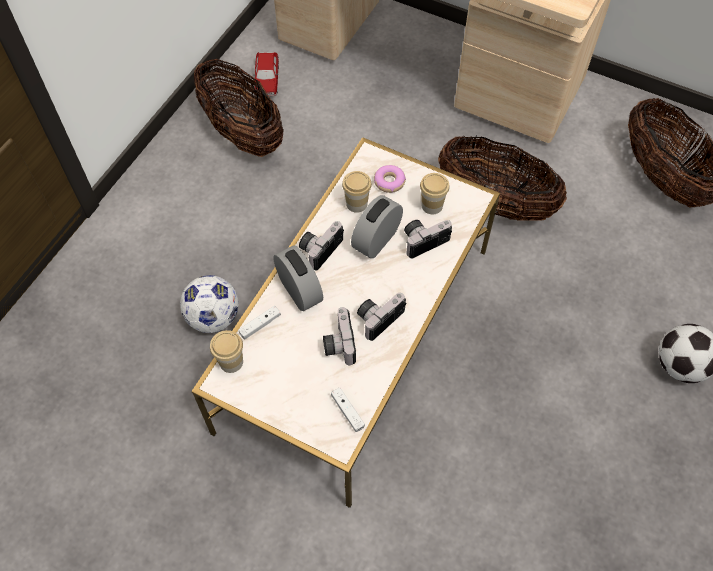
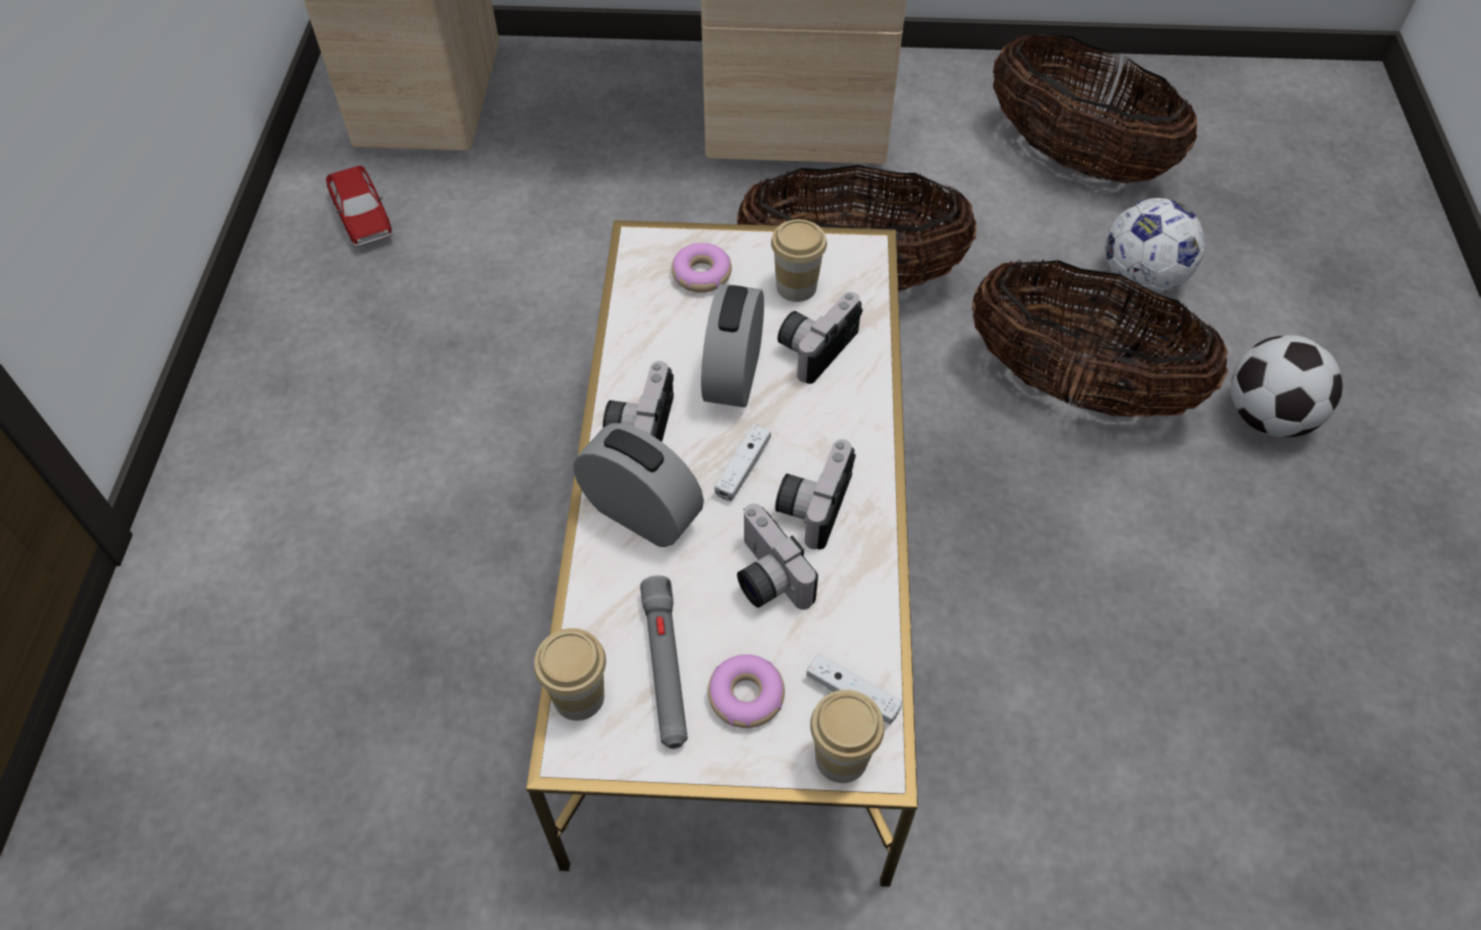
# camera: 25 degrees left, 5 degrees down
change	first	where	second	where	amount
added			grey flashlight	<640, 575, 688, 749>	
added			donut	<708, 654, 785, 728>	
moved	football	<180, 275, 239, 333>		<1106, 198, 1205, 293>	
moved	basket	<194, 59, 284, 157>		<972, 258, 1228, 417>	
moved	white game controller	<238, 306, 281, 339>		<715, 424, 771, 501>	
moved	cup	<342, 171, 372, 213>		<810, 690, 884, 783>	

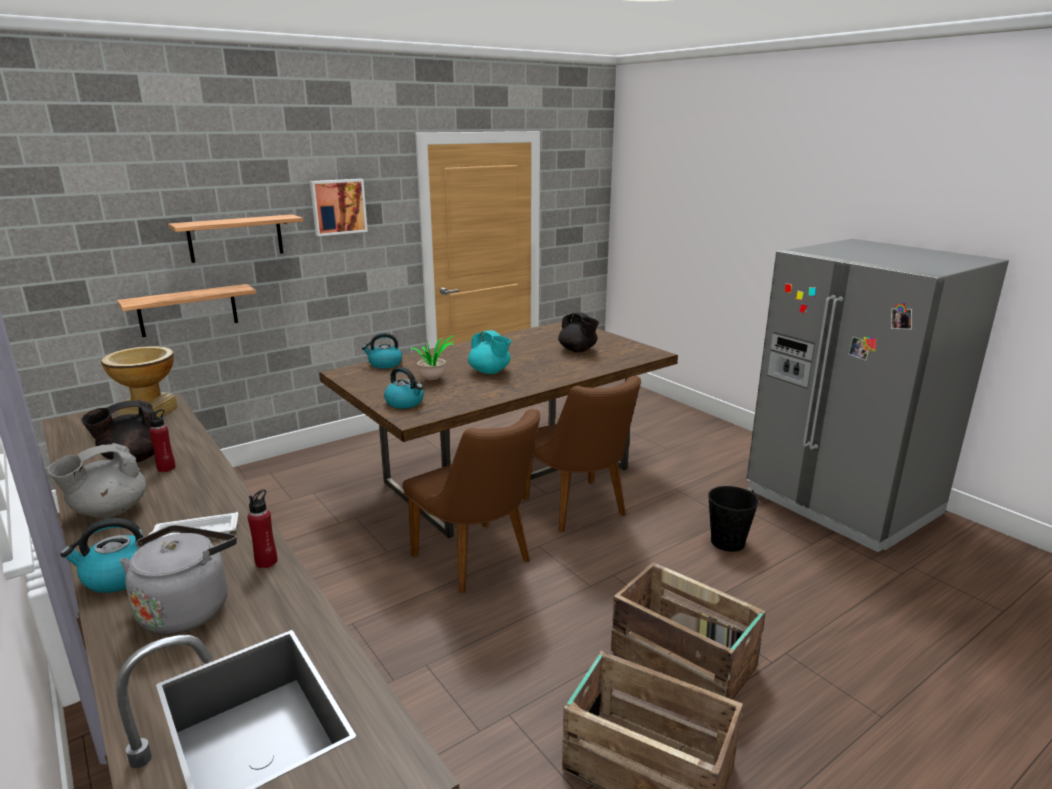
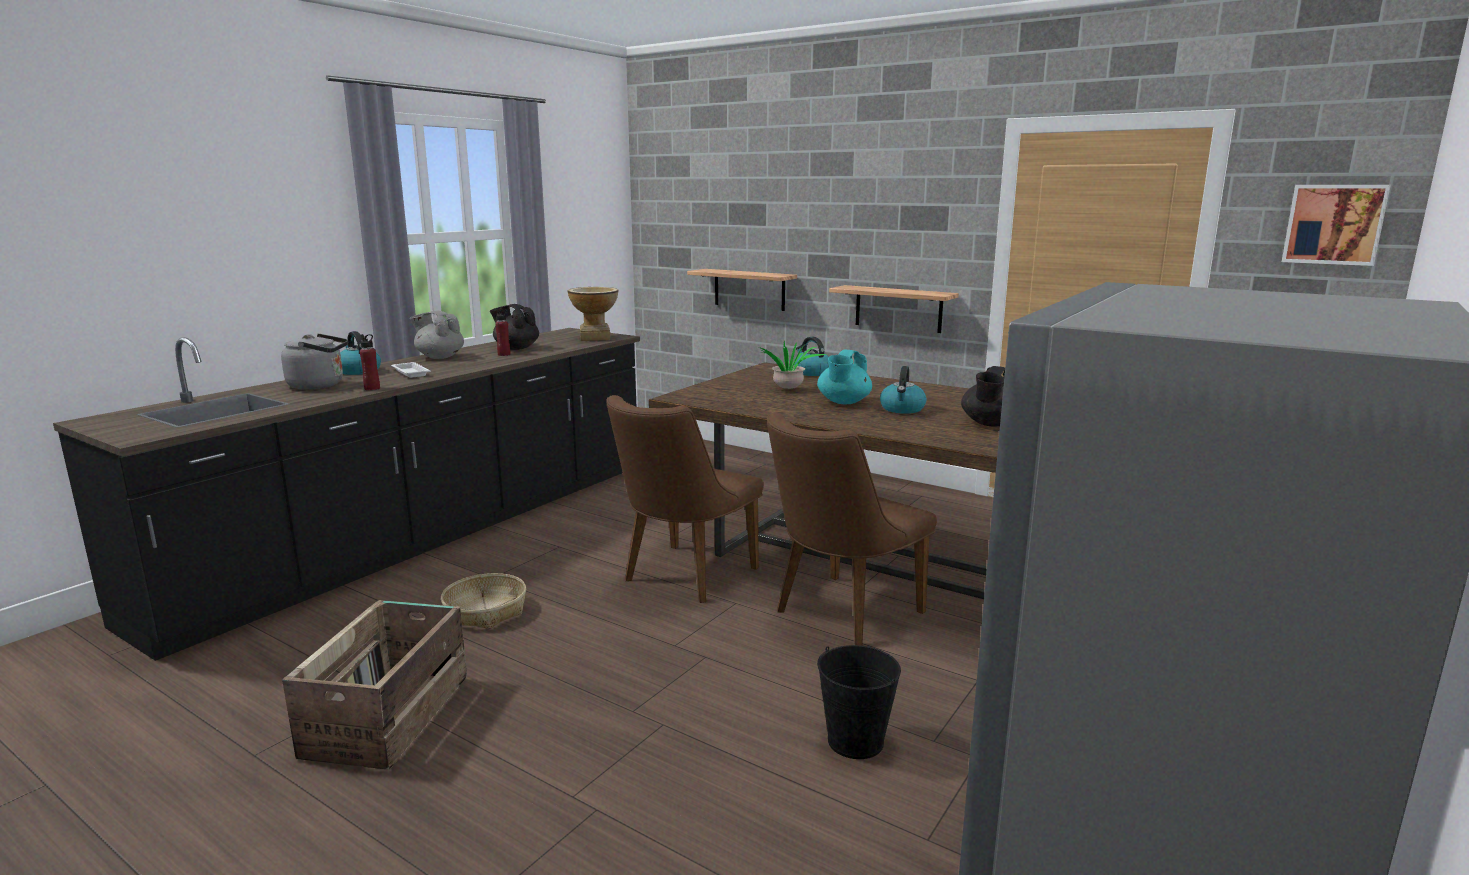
# camera: 70 degrees right, 5 degrees down
change	first	where	second	where	amount
removed	crate	<611, 562, 766, 700>			
added			basket	<441, 573, 526, 629>	
moved	shelf	<168, 214, 303, 263>		<829, 285, 959, 333>	
moved	picture	<310, 179, 368, 236>		<1282, 185, 1391, 266>	
moved	kettle	<384, 367, 424, 409>		<880, 366, 926, 414>	

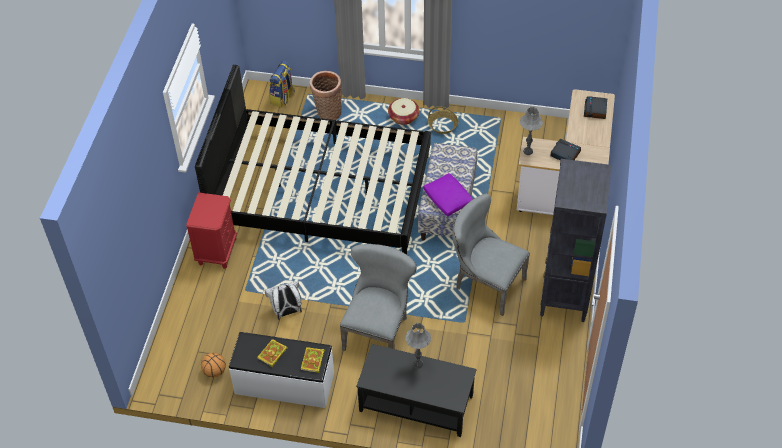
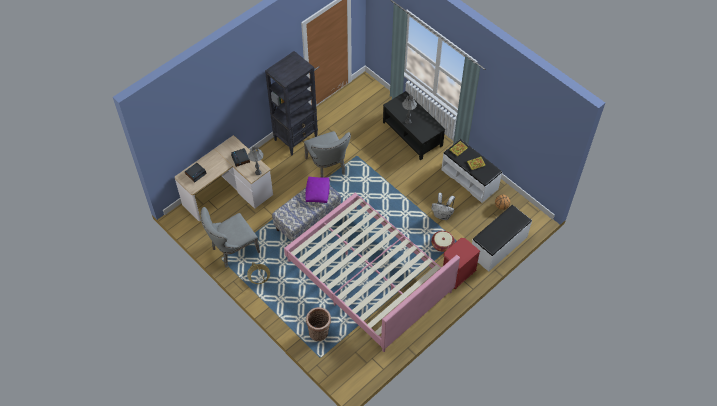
# camera: 145 degrees left, 5 degrees up
change	first	where	second	where	amount
removed	backpack	<269, 61, 295, 108>			
added			white bench	<472, 205, 532, 272>	
moved	grey chair	<340, 244, 417, 351>		<201, 207, 260, 268>	
moved	basket	<388, 98, 419, 125>		<431, 231, 455, 252>	
recoloured	black bed	<195, 65, 431, 254>	pink bed	<284, 193, 460, 352>	

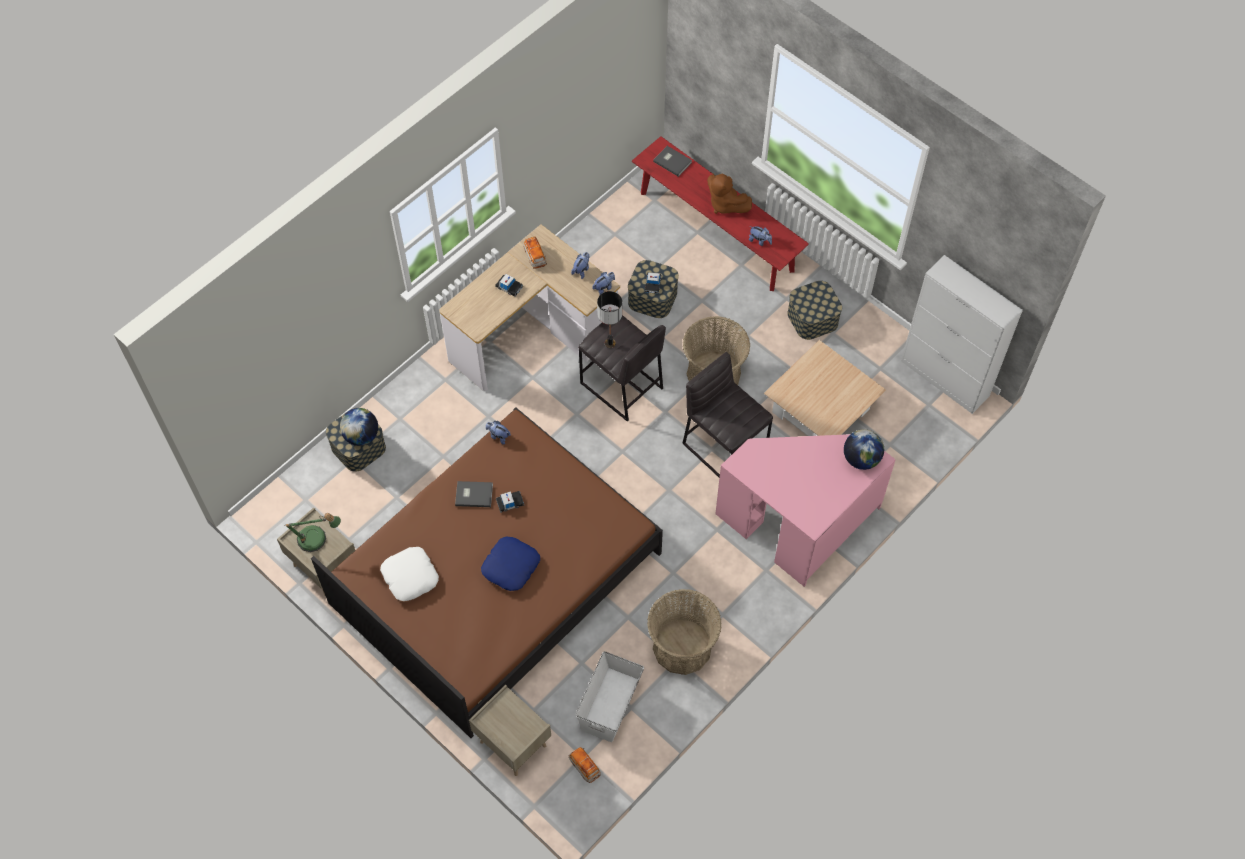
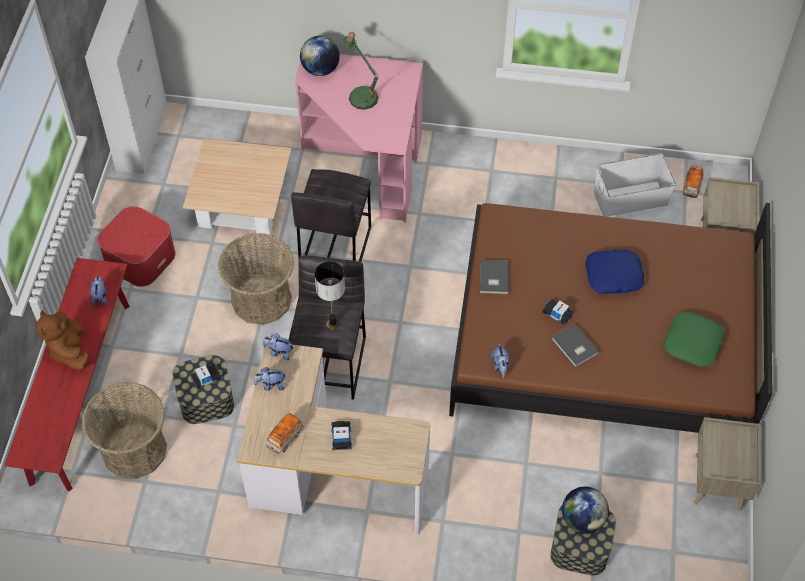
# camera: 125 degrees left, 5 degrees down
change	first	where	second	where	amount
moved	table lamp	<285, 513, 341, 552>		<343, 32, 379, 110>	
moved	basket	<647, 589, 722, 675>		<81, 382, 167, 479>	
moved	grey book	<653, 146, 692, 177>		<480, 260, 509, 294>	
replaced	storage box	<787, 281, 842, 340>	ottoman	<97, 206, 176, 287>	
recoloured	white pillow	<380, 547, 439, 601>	green pillow	<664, 312, 725, 366>	
turned	brown plush toy	<707, 173, 752, 214>		<36, 310, 90, 371>	150 degrees clockwise

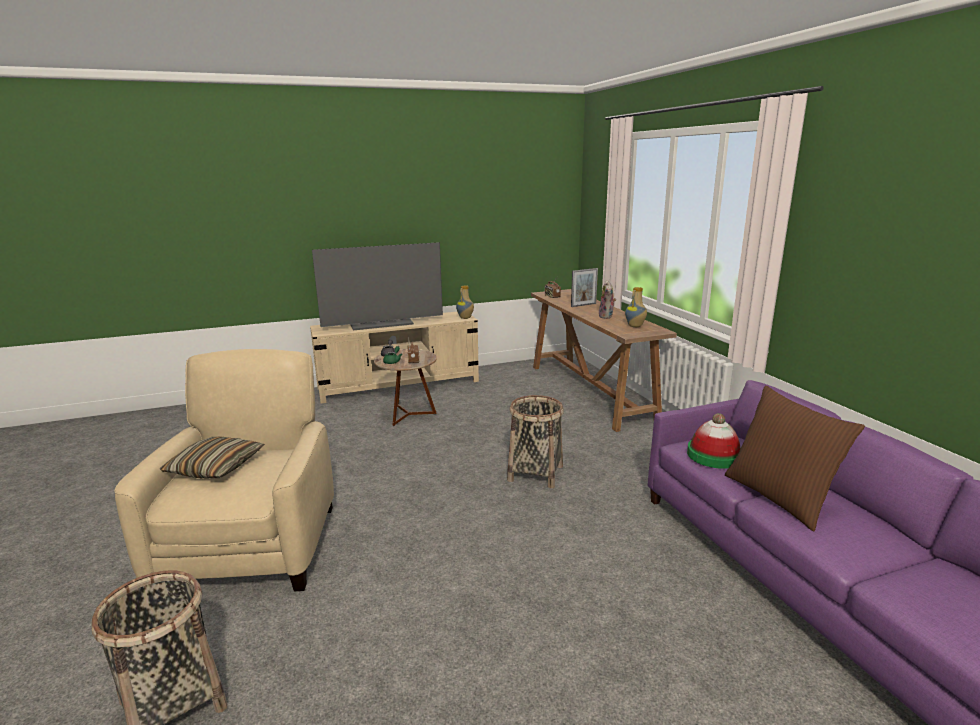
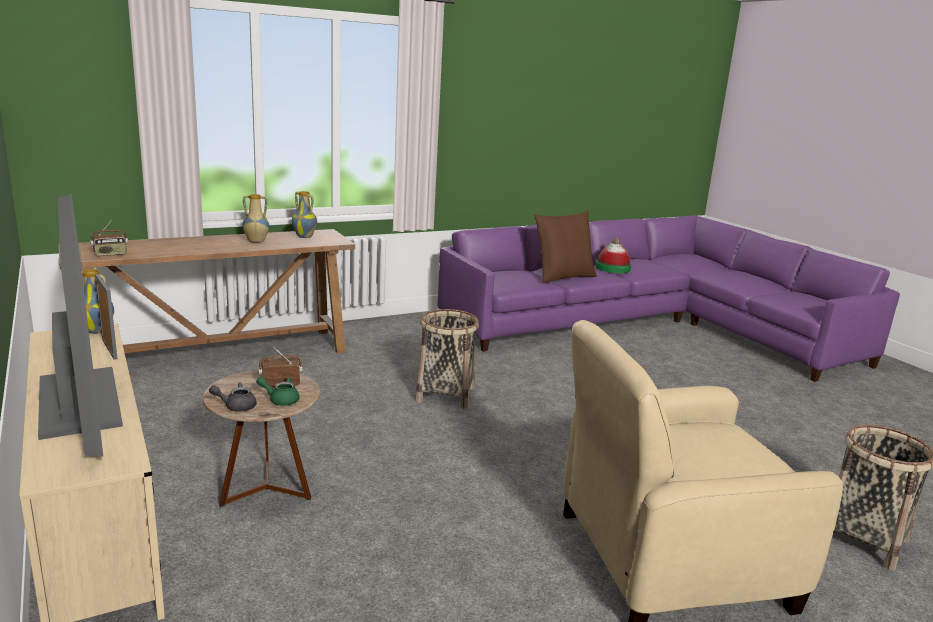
# camera: 100 degrees left, 0 degrees up
change	first	where	second	where	amount
removed	pillow	<159, 437, 264, 478>			
moved	picture frame	<571, 268, 598, 307>		<95, 274, 117, 360>	
moved	hat	<687, 413, 741, 469>		<595, 238, 631, 273>	
replaced	plush toy	<599, 280, 616, 319>	vase	<243, 194, 269, 243>	

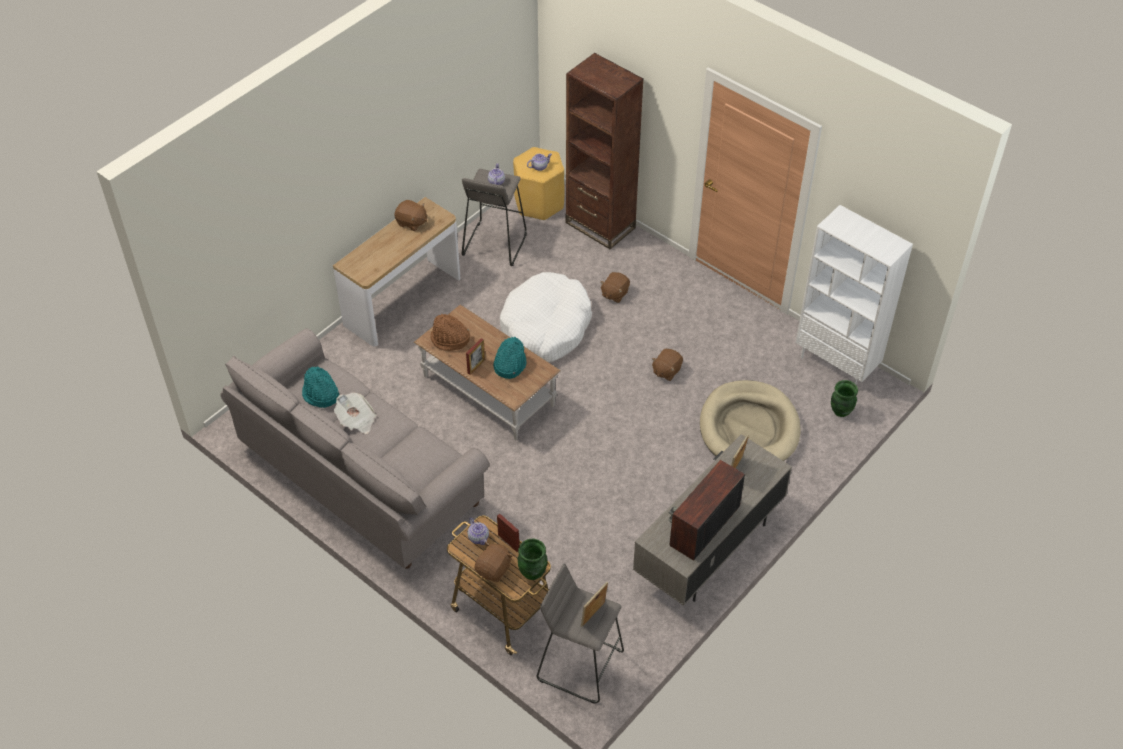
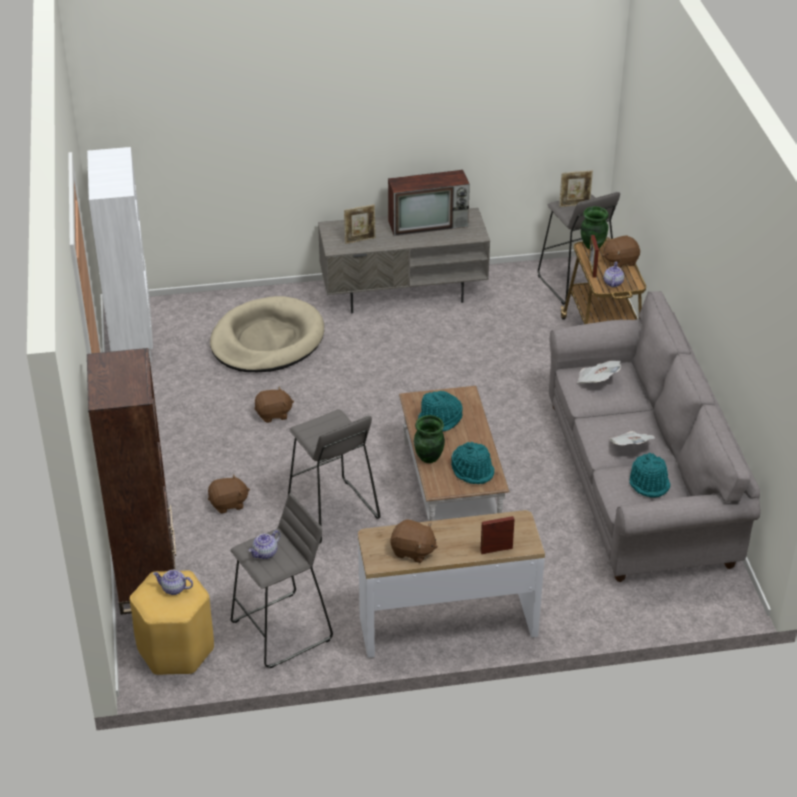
# camera: 140 degrees left, 10 degrees down
change	first	where	second	where	amount
added			newspaper	<577, 361, 621, 383>	
moved	picture frame	<466, 338, 485, 375>		<480, 516, 515, 554>	
moved	green vase	<831, 380, 858, 417>		<414, 415, 445, 463>	
replaced	white dog bed	<500, 272, 592, 362>	grey stool	<288, 409, 380, 543>	
recoloured	brown hat	<431, 314, 470, 351>	turquoise hat	<451, 442, 495, 484>	
turned	brown plush toy	<394, 200, 427, 231>		<390, 519, 438, 563>	135 degrees clockwise

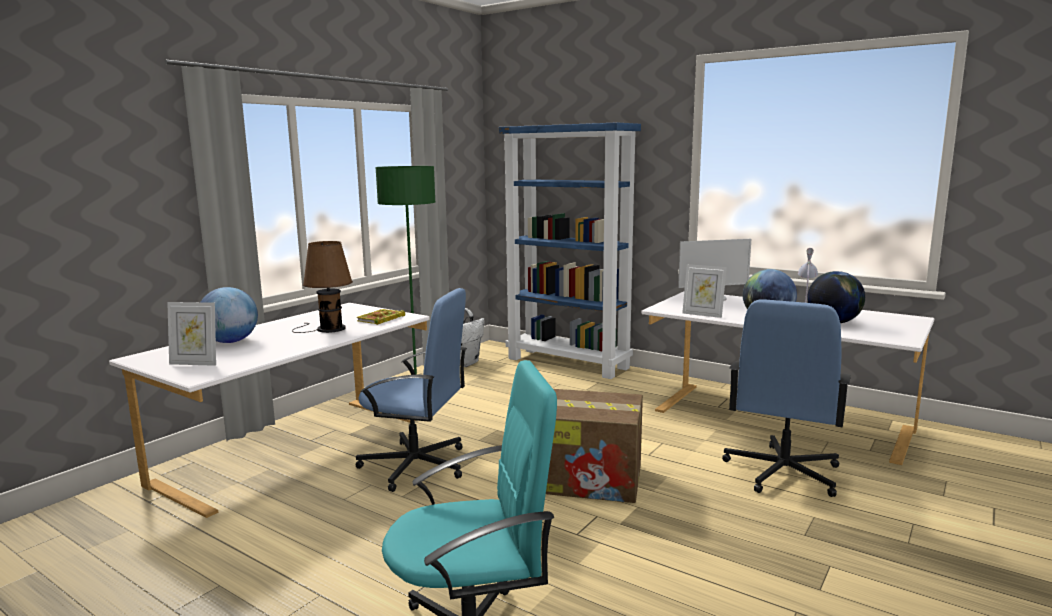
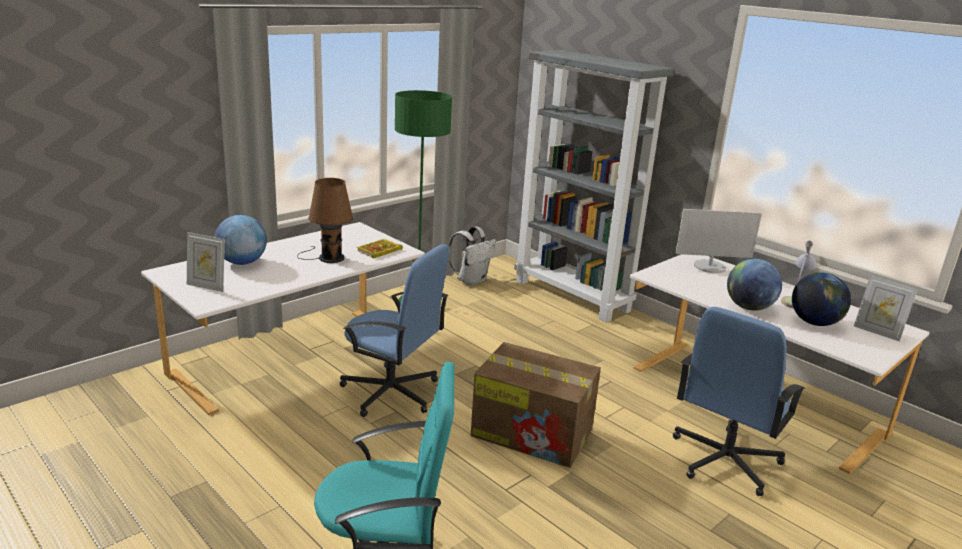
# camera: 10 degrees right, 10 degrees up
change	first	where	second	where	amount
moved	picture frame	<682, 264, 727, 318>		<854, 276, 918, 341>	
recoloured	blue bookcase	<499, 122, 641, 379>	grey bookcase	<514, 50, 674, 322>	

